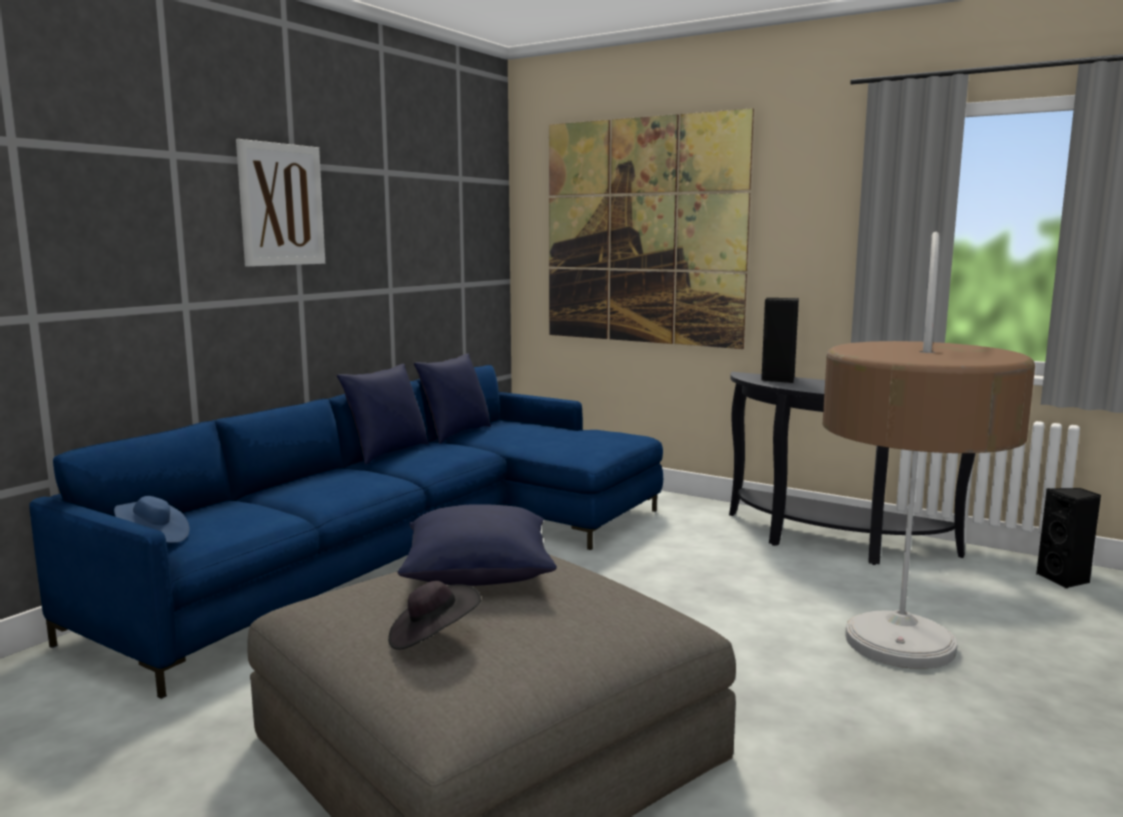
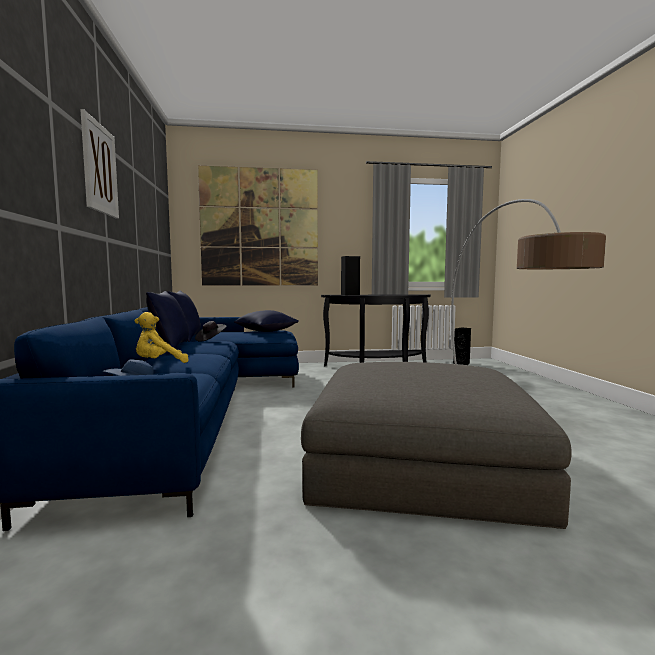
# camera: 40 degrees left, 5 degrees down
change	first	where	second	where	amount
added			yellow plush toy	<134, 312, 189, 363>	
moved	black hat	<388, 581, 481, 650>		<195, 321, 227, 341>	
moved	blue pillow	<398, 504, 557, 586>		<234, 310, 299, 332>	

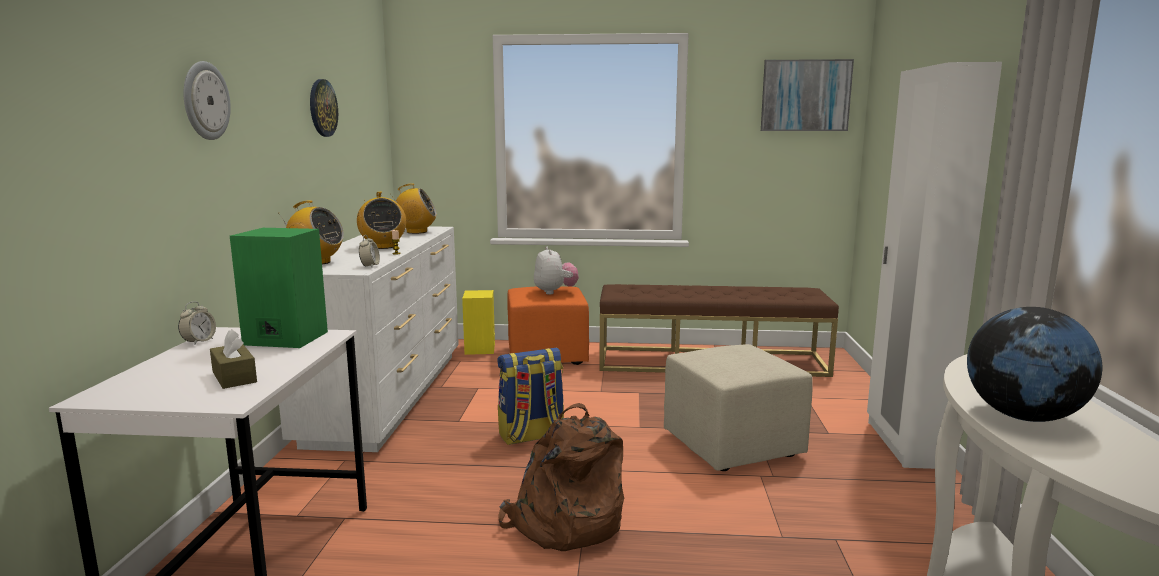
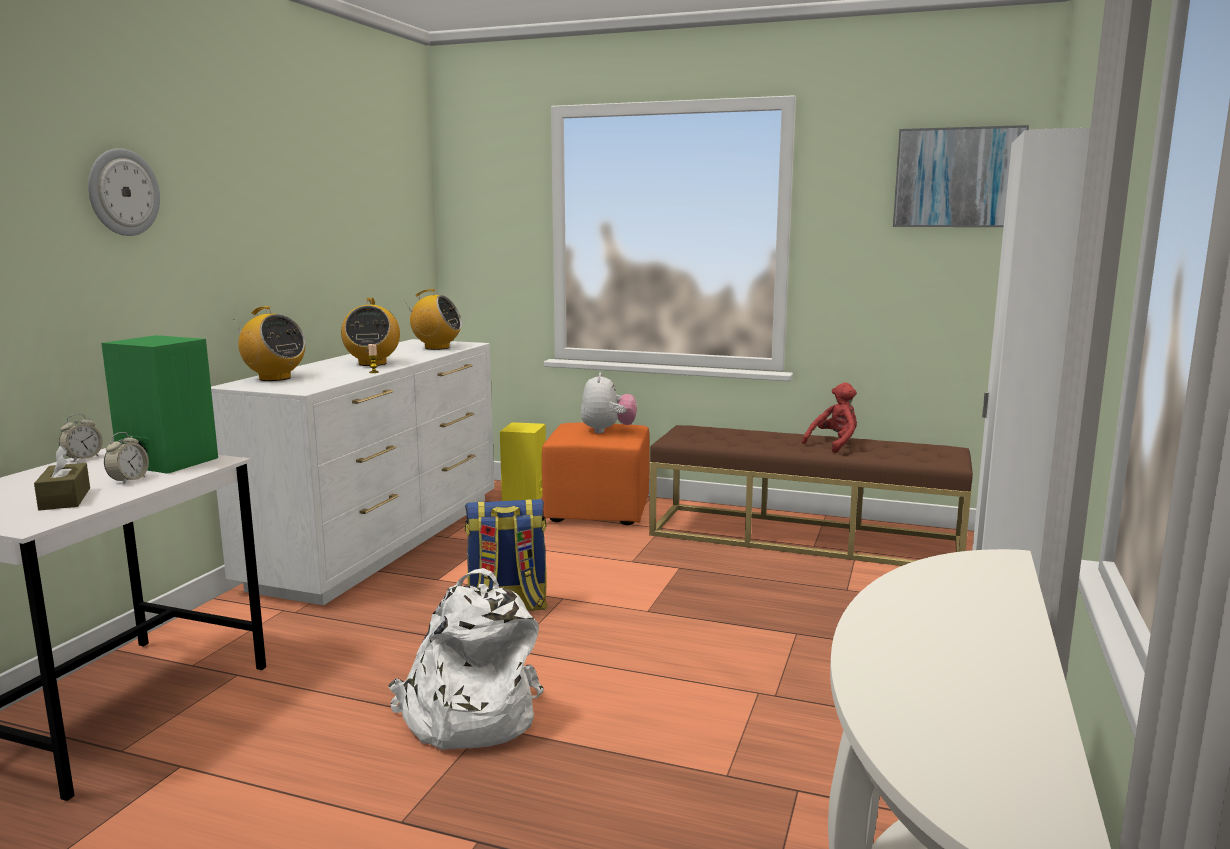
# camera: 15 degrees right, 0 degrees up
change	first	where	second	where	amount
removed	wall clock	<310, 79, 338, 137>			
removed	beige ottoman	<664, 344, 813, 471>			
removed	globe	<967, 307, 1102, 422>			
added			red plush toy	<802, 382, 857, 453>	
moved	alarm clock	<359, 235, 380, 267>		<104, 432, 149, 484>	
recoloured	brown backpack	<498, 403, 624, 551>	white backpack	<388, 568, 544, 750>	

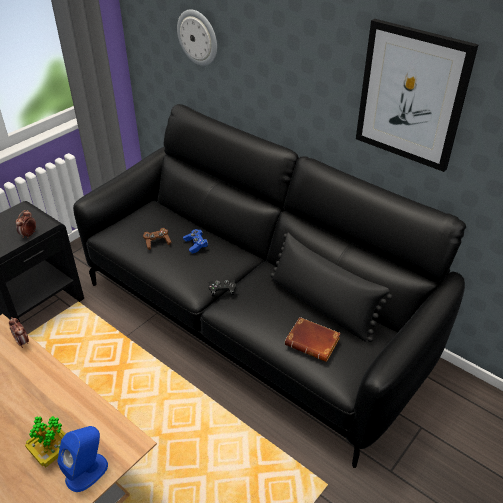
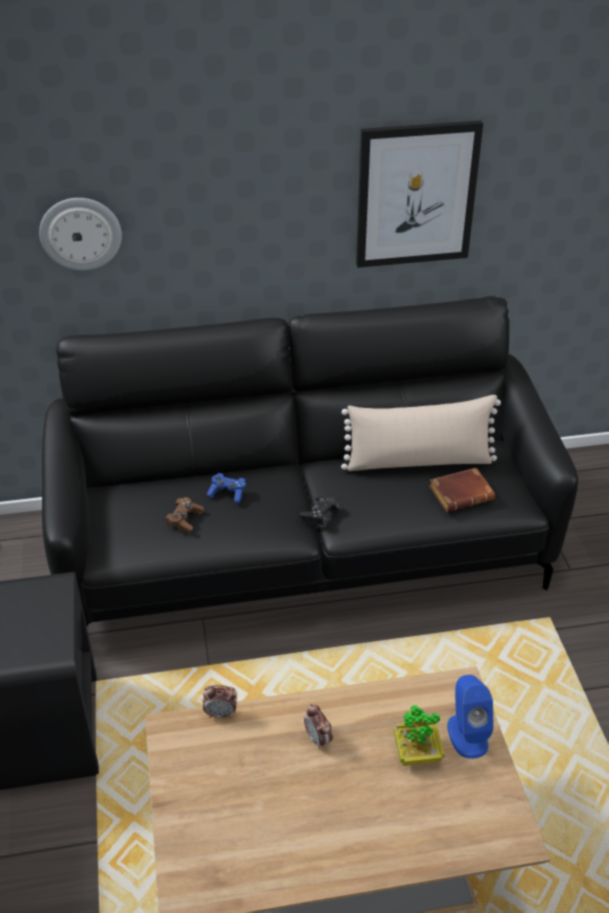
# camera: 50 degrees left, 0 degrees up
change	first	where	second	where	amount
moved	alarm clock	<15, 210, 36, 238>		<304, 704, 333, 749>	
recoloured	black pillow	<270, 233, 392, 342>	beige pillow	<341, 395, 501, 471>	

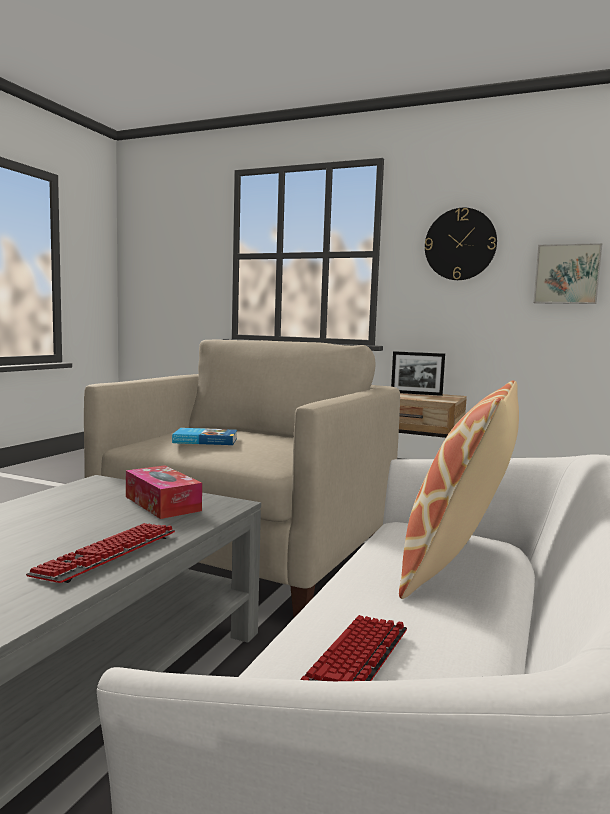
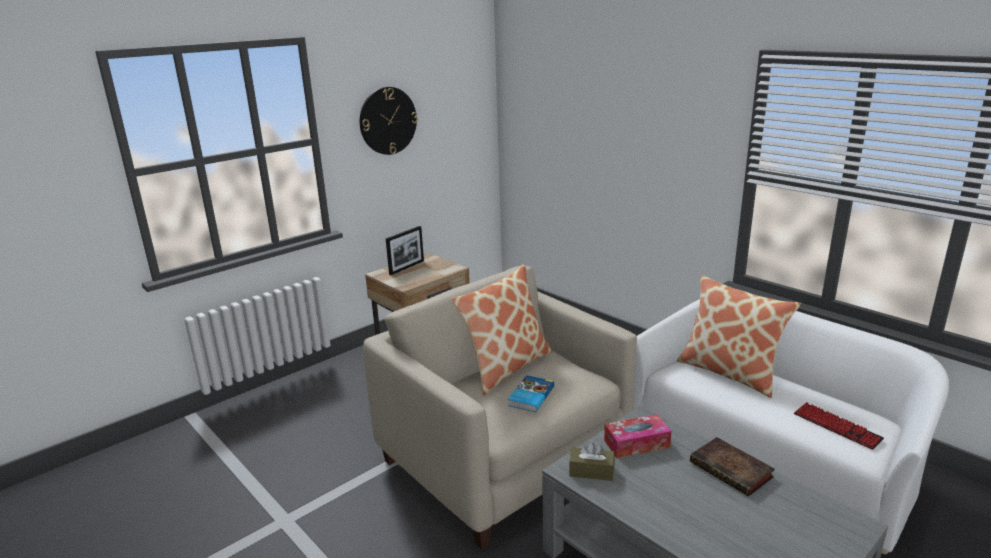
# camera: 65 degrees left, 15 degrees up
change	first	where	second	where	amount
removed	picture	<533, 243, 602, 304>			
added			pillow	<452, 264, 552, 395>	
added			brown tissue box	<569, 442, 615, 481>	
replaced	keyboard	<26, 523, 175, 583>	book	<690, 437, 775, 497>	

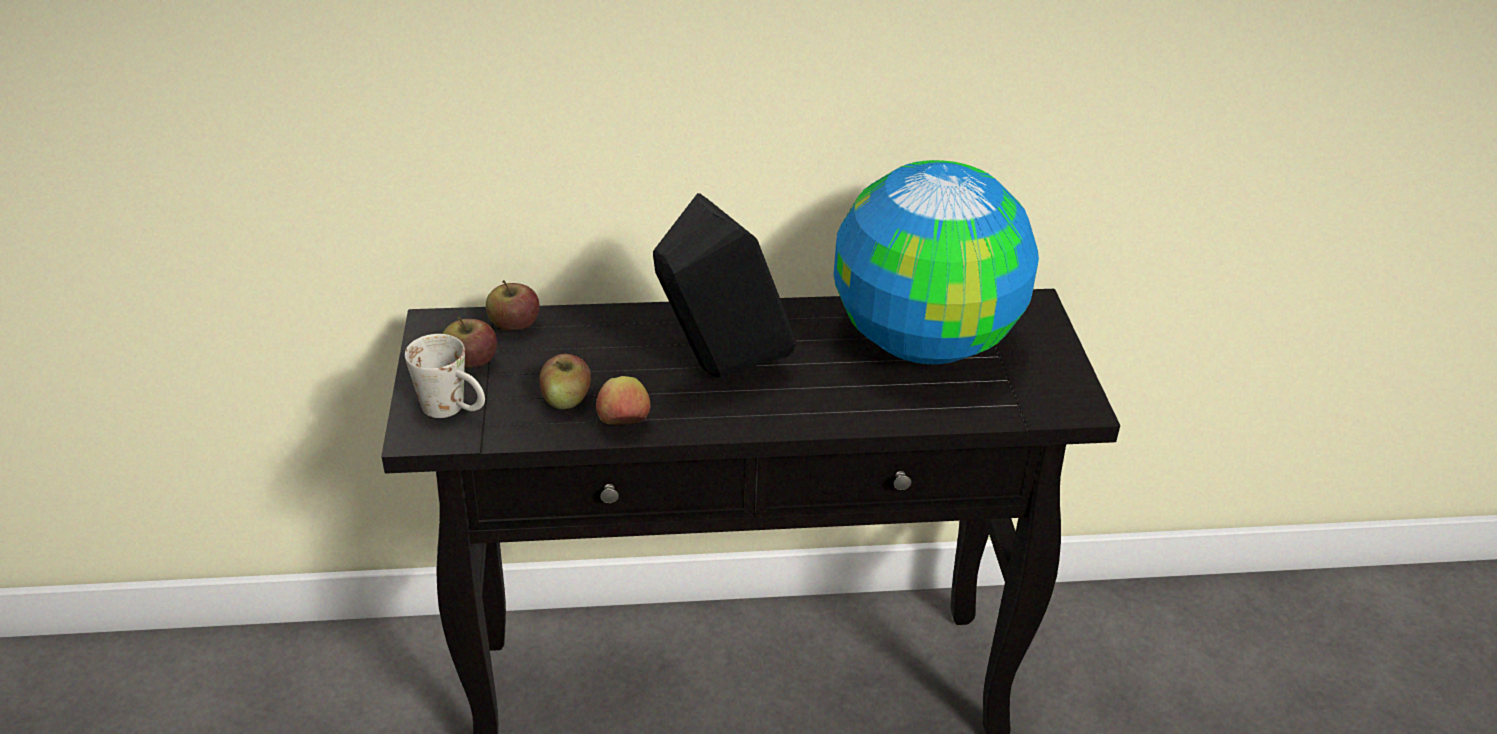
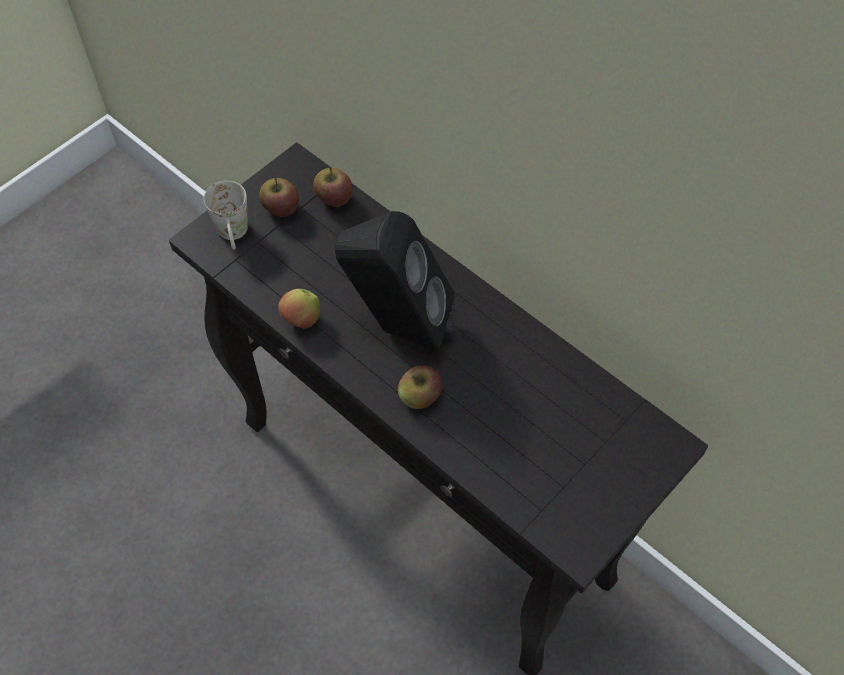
# camera: 50 degrees right, 20 degrees up
change	first	where	second	where	amount
removed	globe	<833, 160, 1039, 364>			
moved	apple	<540, 354, 591, 409>		<398, 365, 443, 409>	

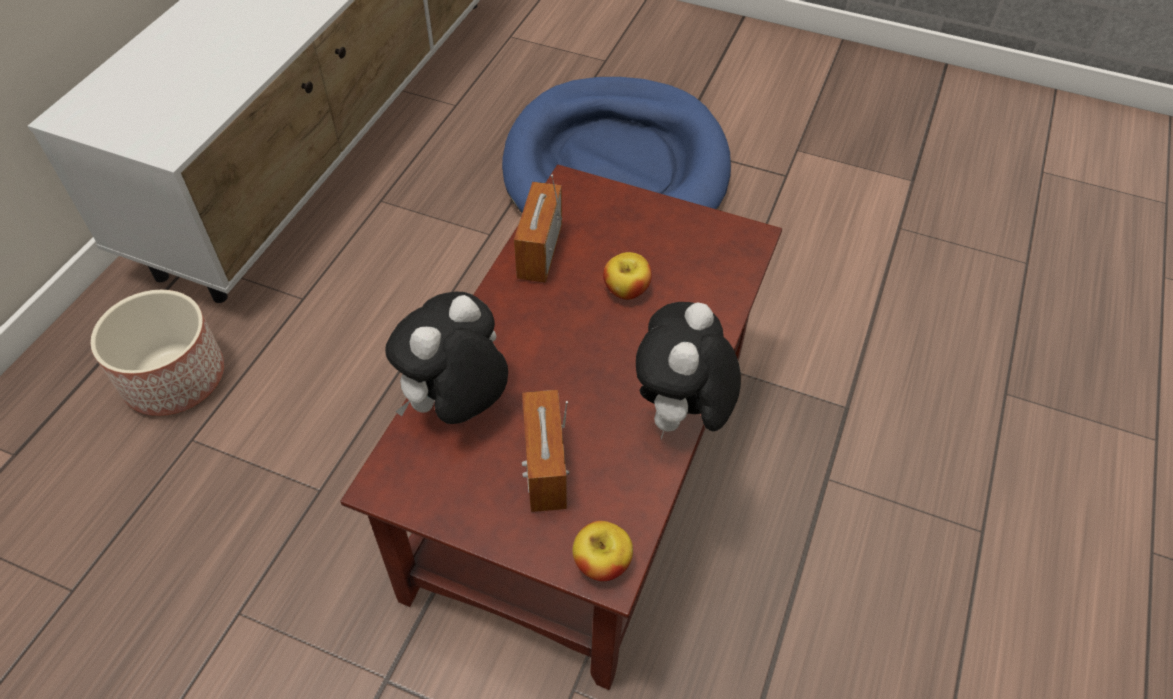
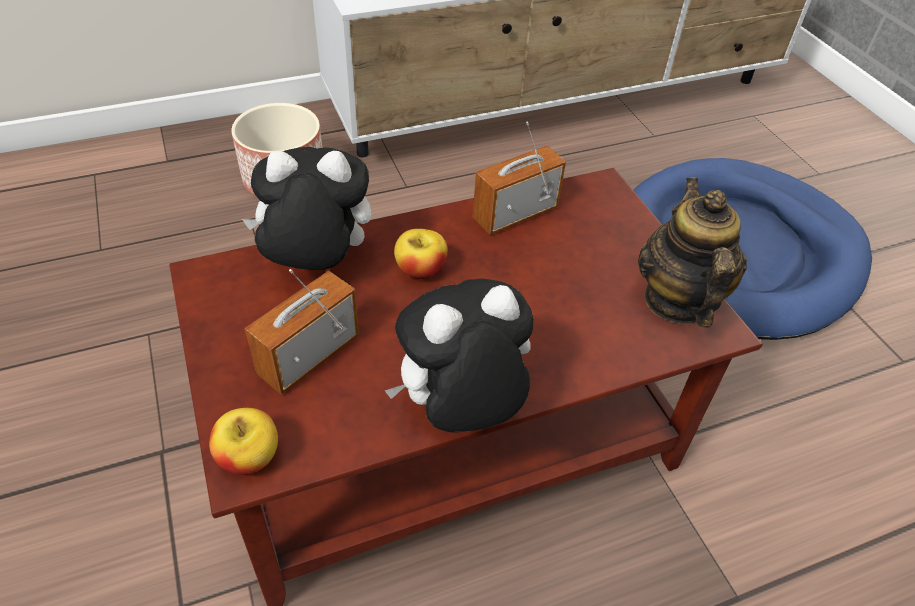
# camera: 45 degrees right, 5 degrees down
change	first	where	second	where	amount
added			teapot	<638, 177, 747, 327>	
moved	apple	<603, 252, 652, 300>		<394, 229, 448, 279>	

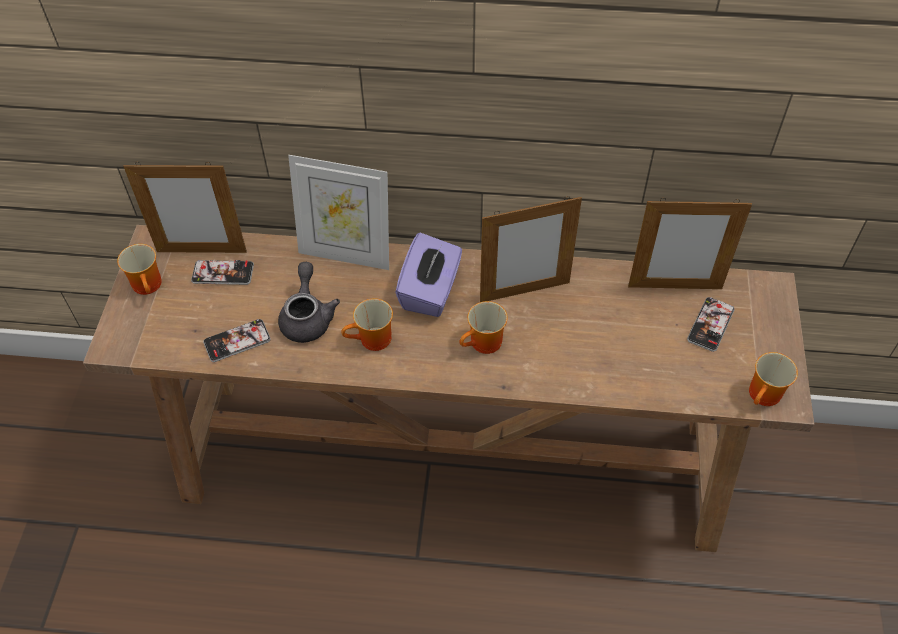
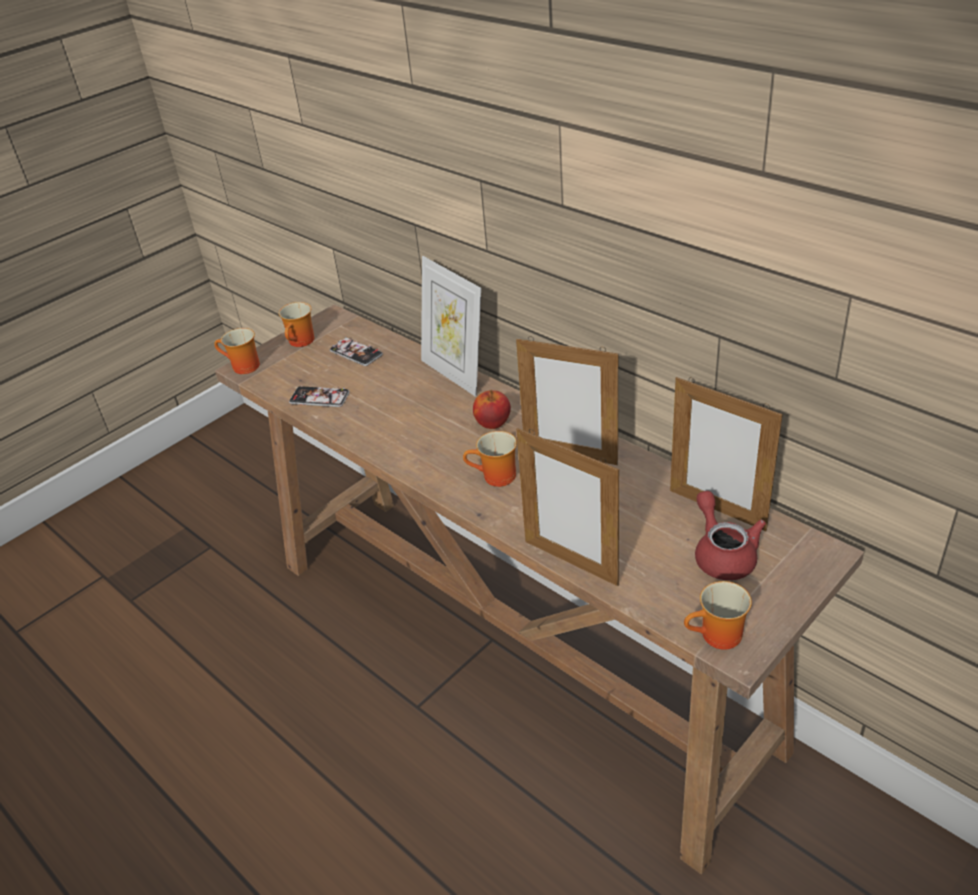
# camera: 40 degrees right, 15 degrees down
change	first	where	second	where	amount
removed	grey teapot	<278, 262, 340, 343>			
moved	picture frame	<123, 162, 247, 253>		<516, 428, 619, 586>	
moved	mug	<341, 298, 393, 351>		<214, 328, 260, 374>	
replaced	purple tissue box	<395, 233, 462, 317>	apple	<473, 390, 511, 429>	
replaced	phone	<687, 297, 735, 352>	red teapot	<695, 491, 766, 580>	

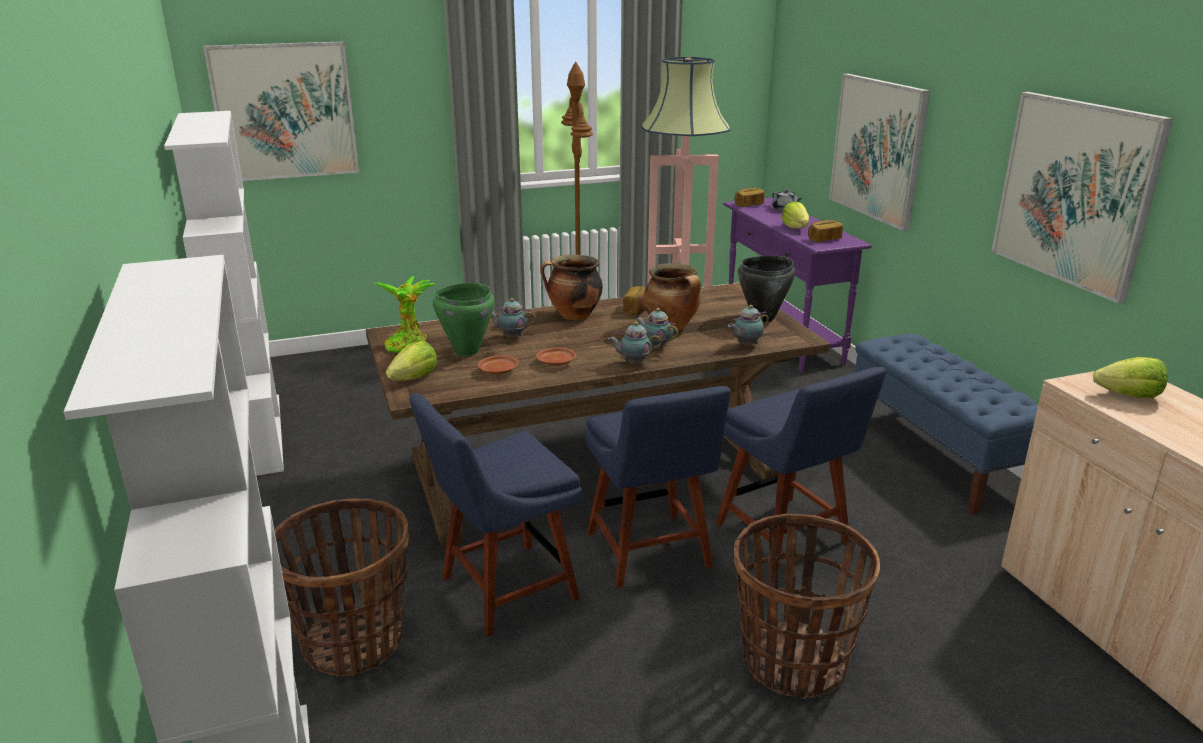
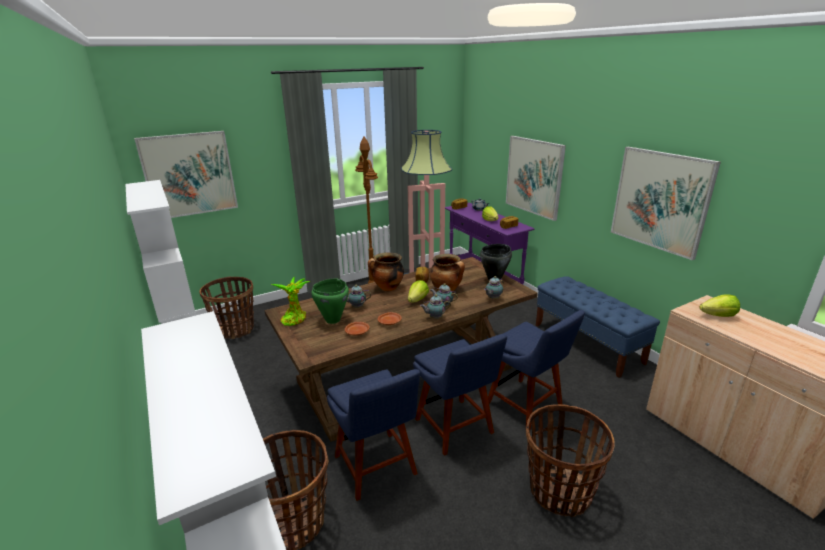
# camera: 10 degrees left, 0 degrees up
change	first	where	second	where	amount
added			basket	<199, 276, 254, 339>	
moved	lettuce	<386, 340, 437, 380>		<408, 280, 429, 303>	
turned	blue chair	<409, 393, 583, 637>		<327, 369, 420, 501>	75 degrees counterclockwise

